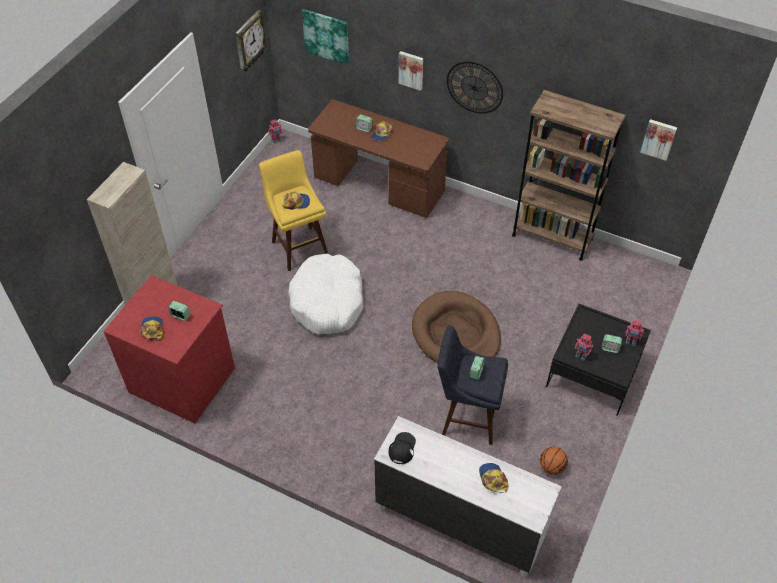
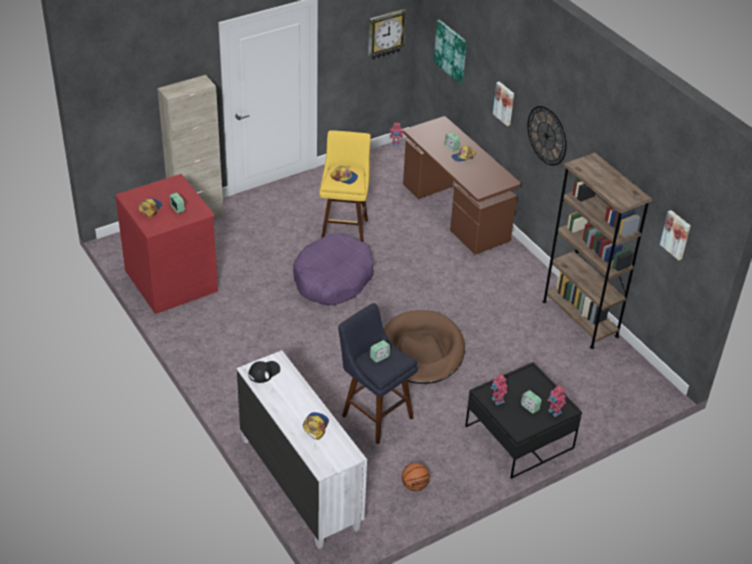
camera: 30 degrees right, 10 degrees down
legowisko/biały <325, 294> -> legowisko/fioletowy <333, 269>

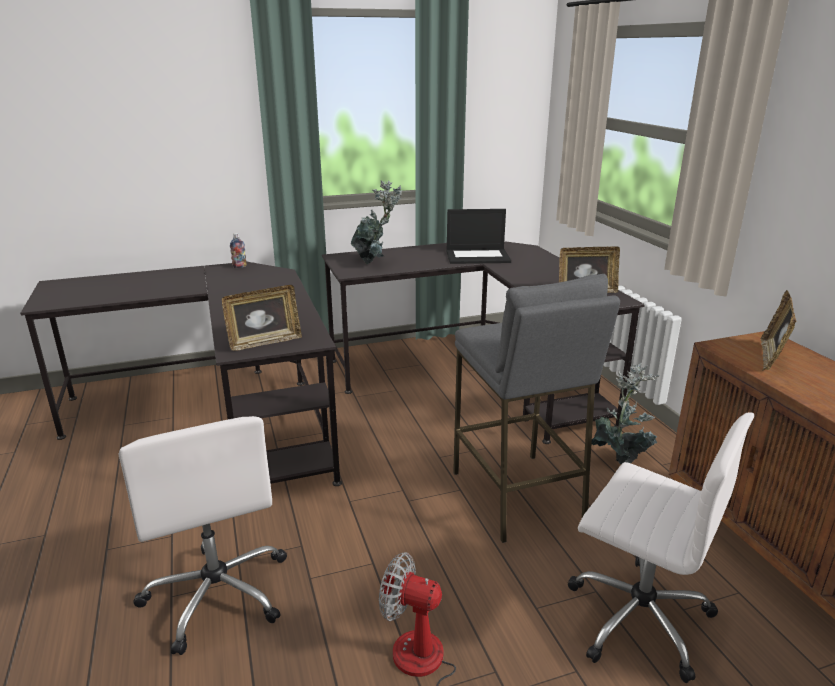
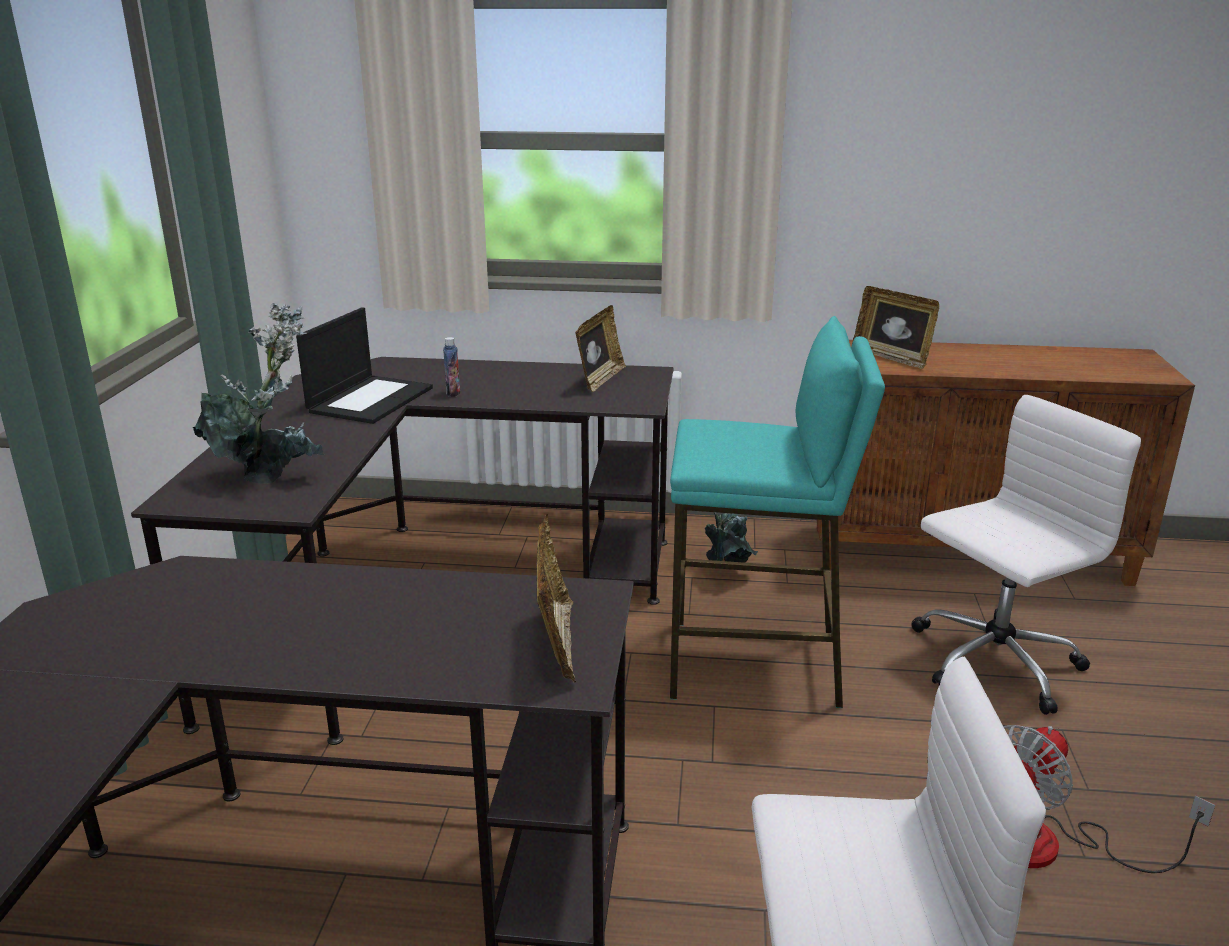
camera: 65 degrees left, 0 degrees up
butelka <238, 250> -> butelka <451, 367>, moved
stołek/szary <536, 408> -> stołek/turkusowy <777, 512>

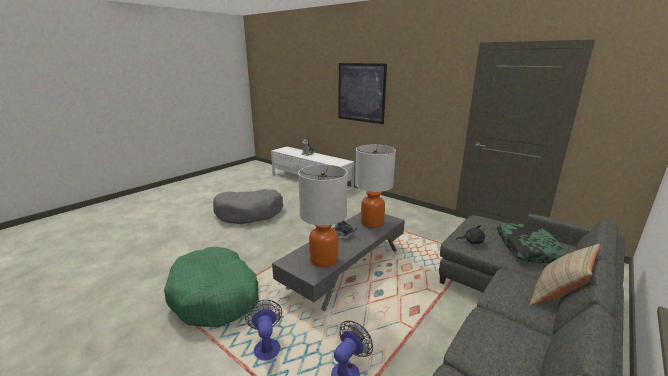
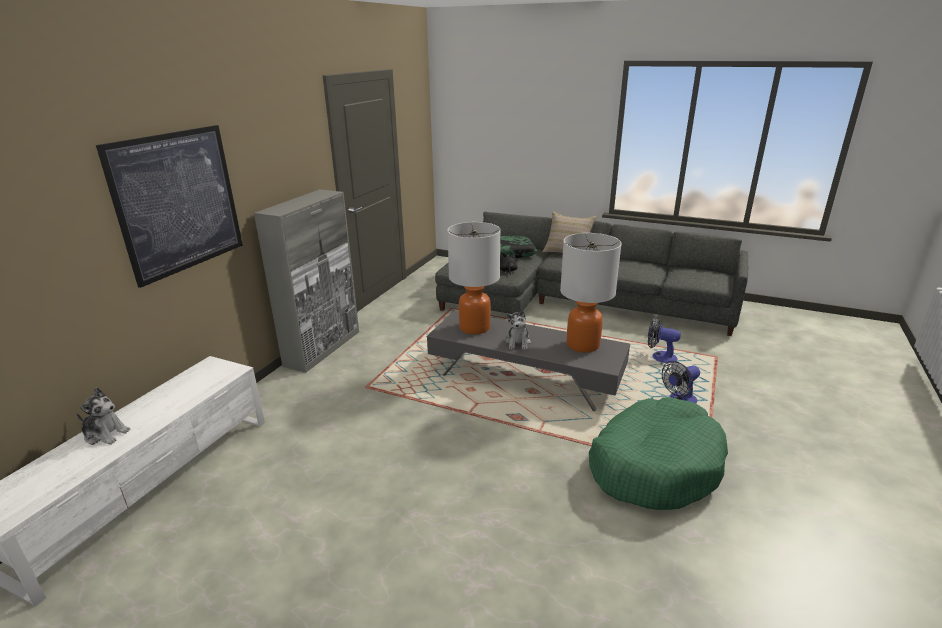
camera: 105 degrees left, 5 degrees up
none -> szafka/szary <306, 281>
legowisko/szary <248, 206> -> none

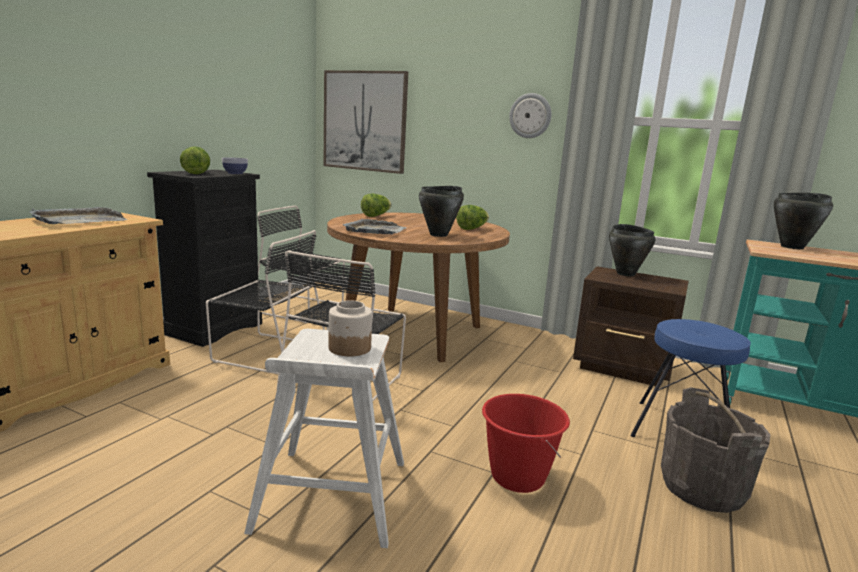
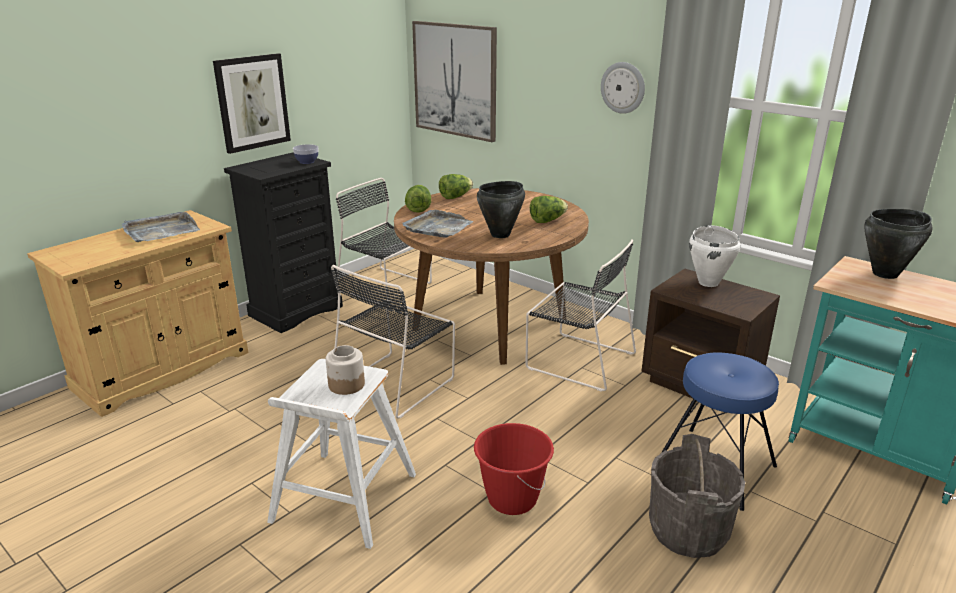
camera: 15 degrees right, 10 degrees up
none -> obraz <252, 103>
sałata <195, 160> -> sałata <418, 199>, moved
krzesło/czarny <265, 302> -> krzesło/czarny <580, 315>, moved
garnek/czarny <632, 250> -> garnek/biały <715, 256>

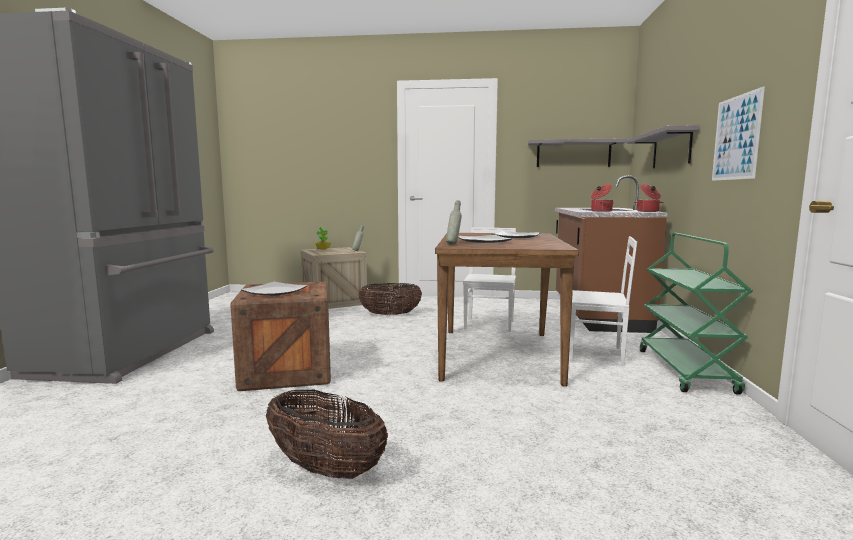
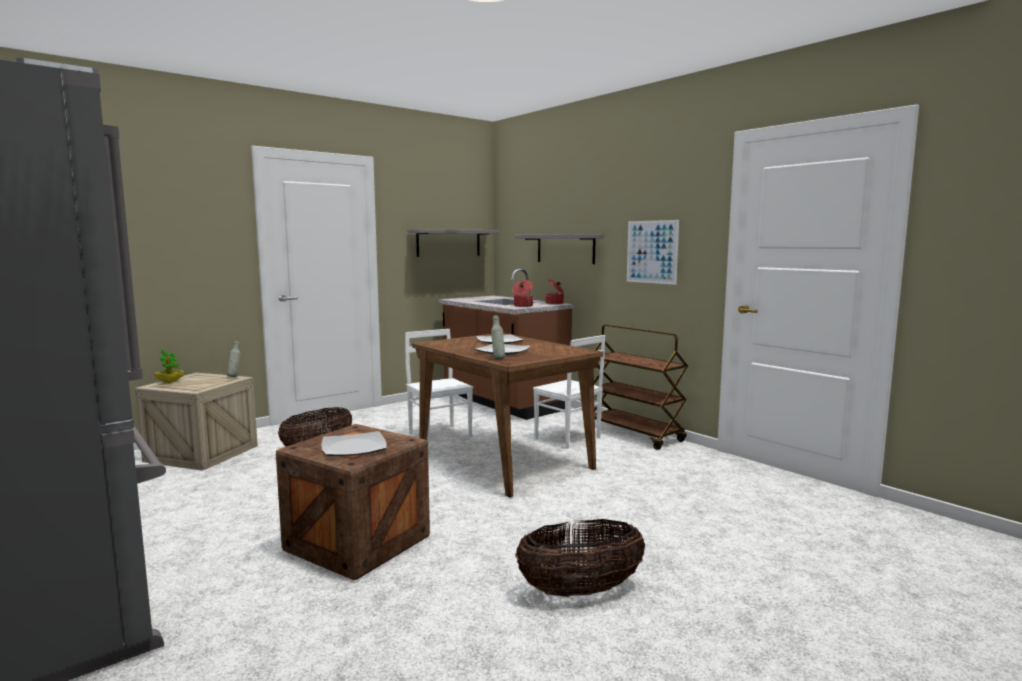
camera: 45 degrees left, 0 degrees up
krzesło/biały <603, 301> -> krzesło/biały <569, 392>, 75 degrees clockwise
wózek/zielony <696, 314> -> wózek/brązowy <641, 387>

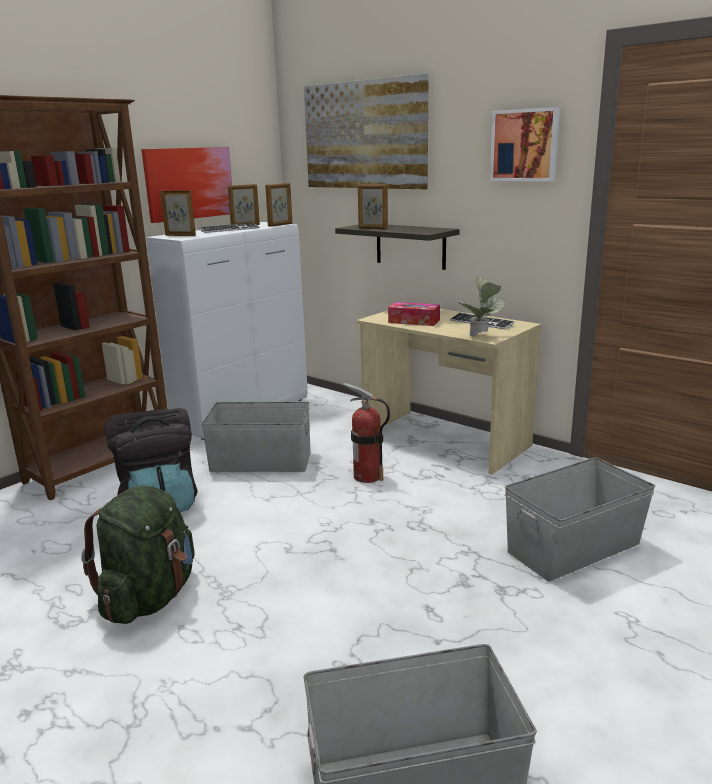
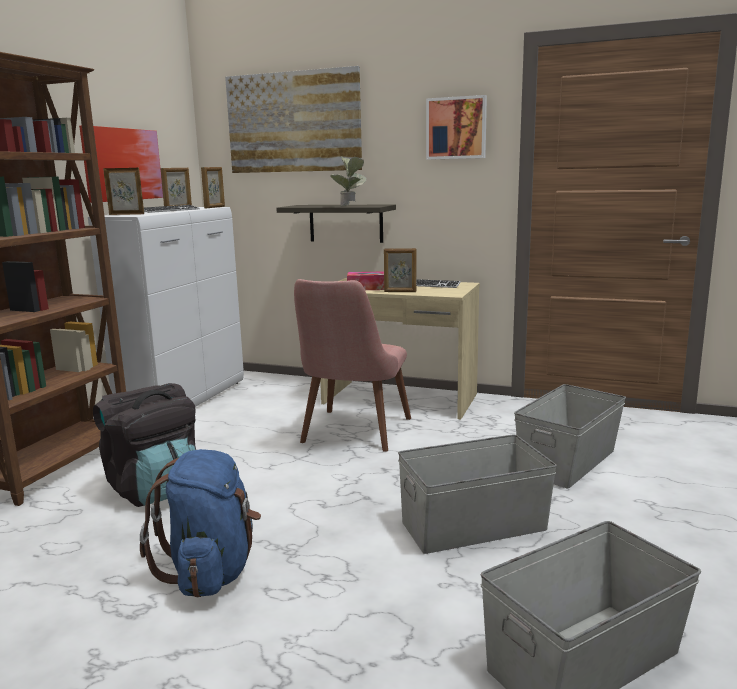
camera: 20 degrees left, 5 degrees down
plecak/zielony <138, 555> -> plecak/niebieski <200, 523>
gaśnica <366, 433> -> krzesło/różowy <352, 365>
roślina doniczkowa <481, 306> -> roślina doniczkowa <348, 181>, moved
ramka na zdjęcie <373, 206> -> ramka na zdjęcie <400, 270>, moved
pojemnik do przechowywania/szary <256, 437> -> pojemnik do przechowywania/szary <477, 494>, moved

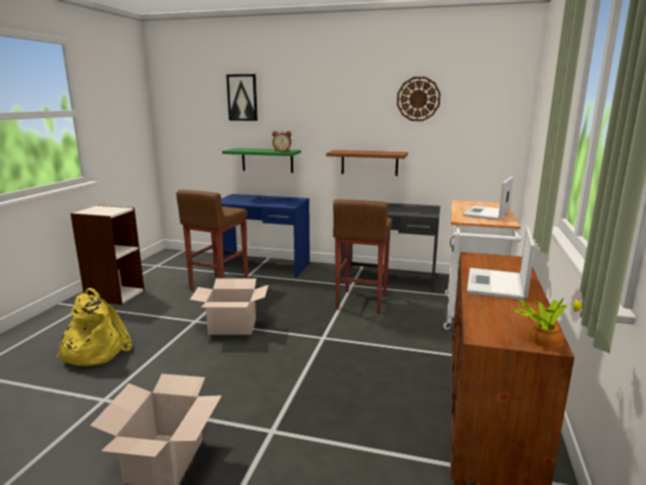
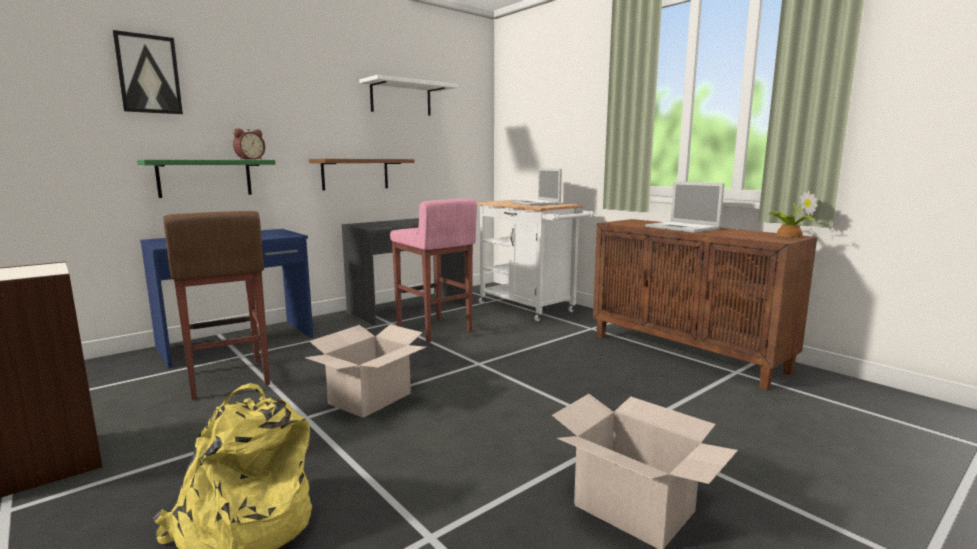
camera: 55 degrees left, 5 degrees down
zegar ścienny <419, 99> -> półka/biały <408, 95>
stołek/brązowy <362, 256> -> stołek/różowy <433, 271>

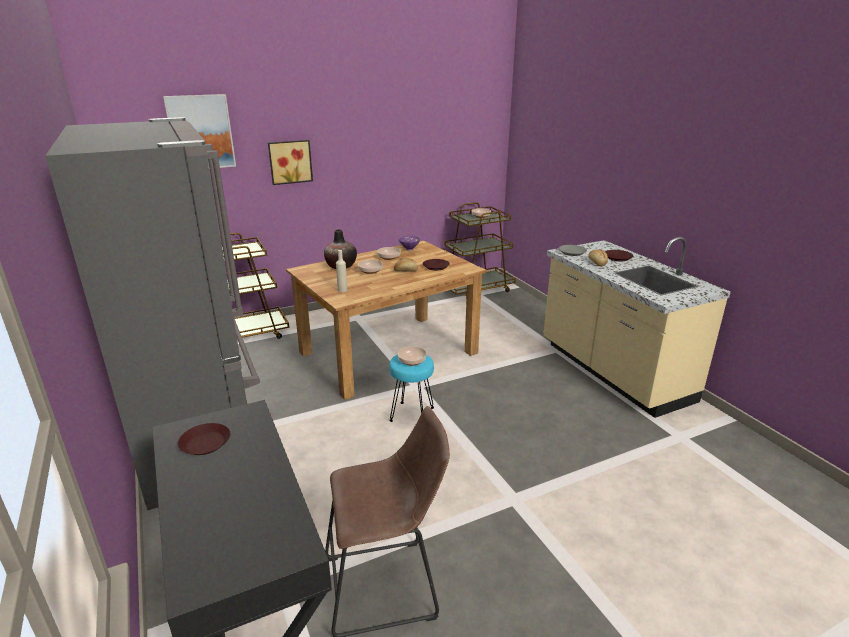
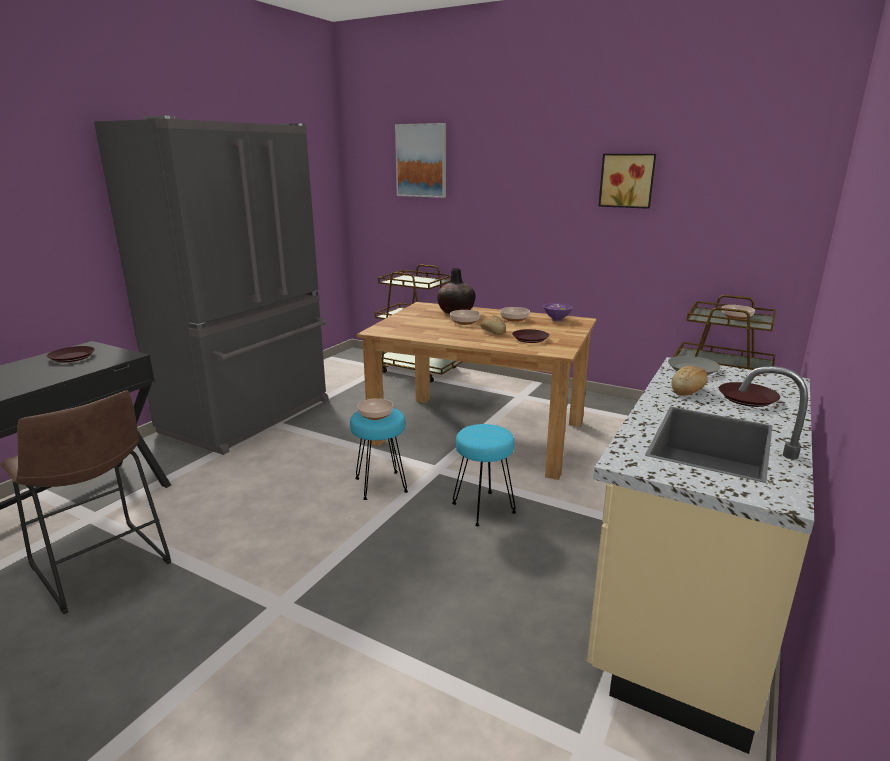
camera: 55 degrees right, 5 degrees down
none -> stołek/turkusowy <484, 475>
obraz <290, 162> -> obraz <627, 181>, moved
butelka/beżowy <341, 271> -> none

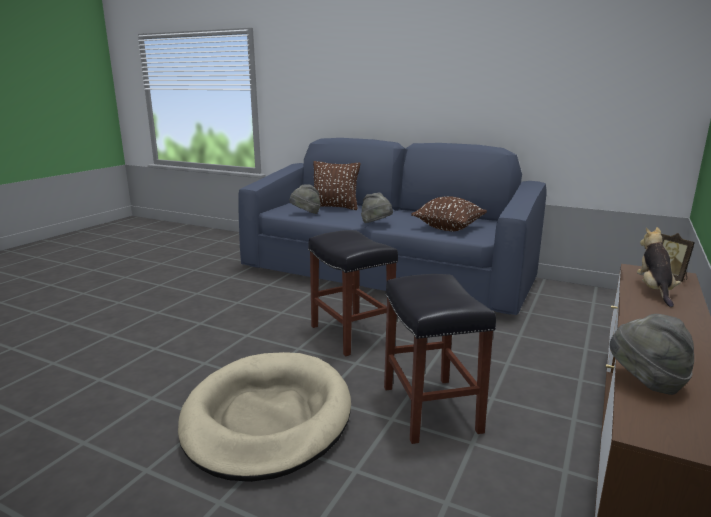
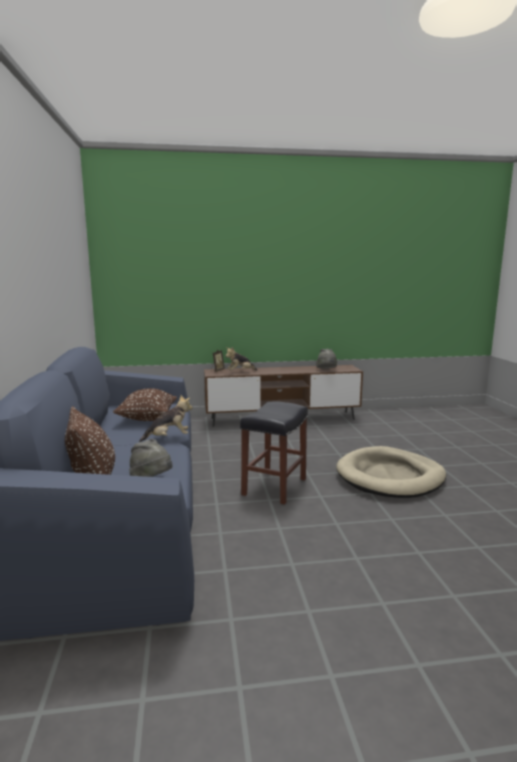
camera: 125 degrees left, 5 degrees down
kapelusz/szary <377, 208> -> pluszak <166, 418>
stołek/czarny <440, 359> -> none

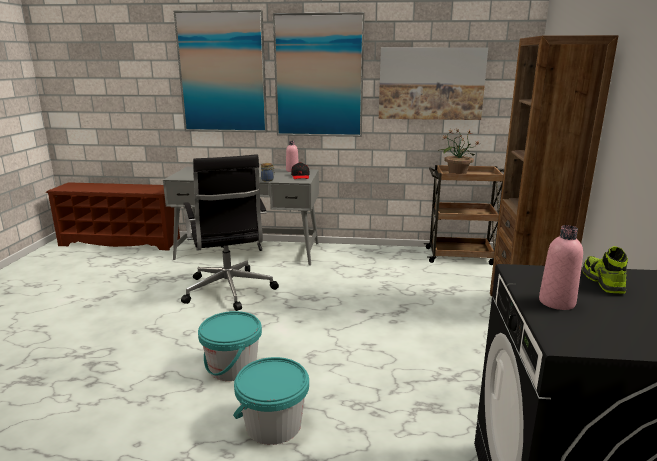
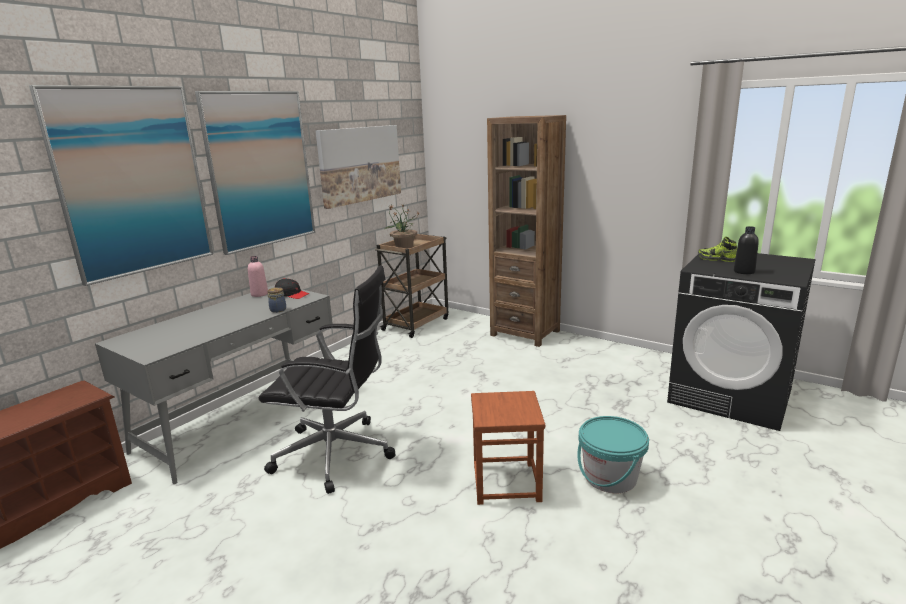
camera: 60 degrees left, 0 degrees up
wiadro/turkusowy <230, 346> -> stołek/brązowy <508, 448>
butelka/różowy <561, 267> -> butelka/czarny <746, 250>

